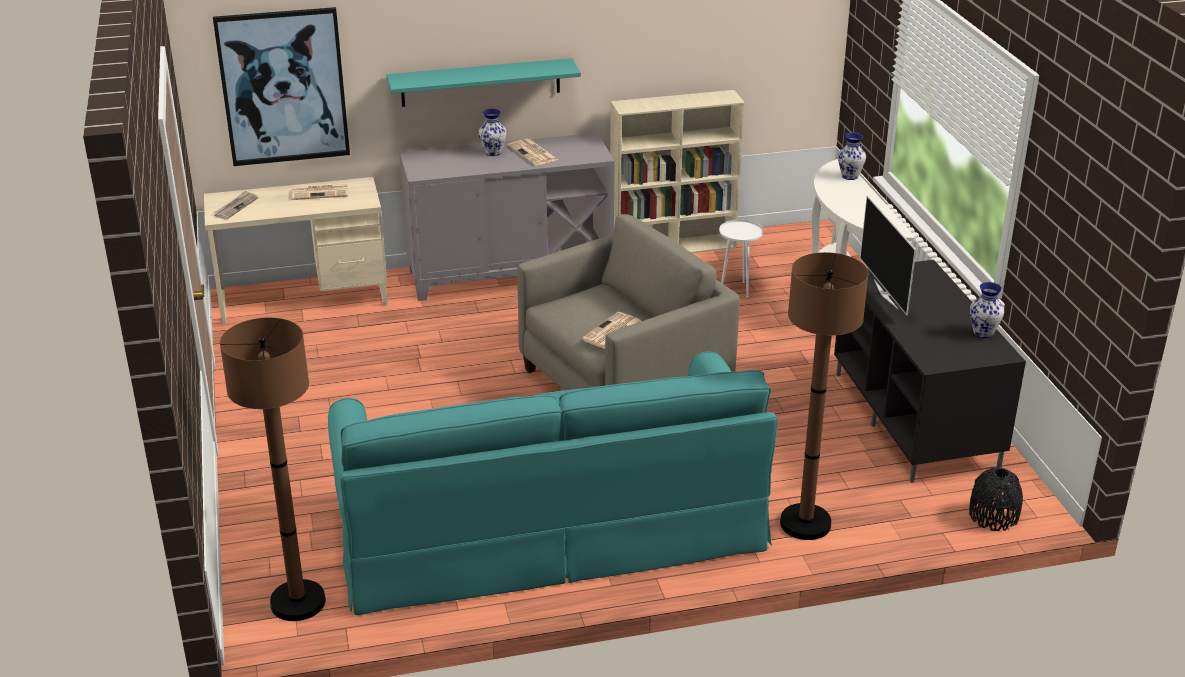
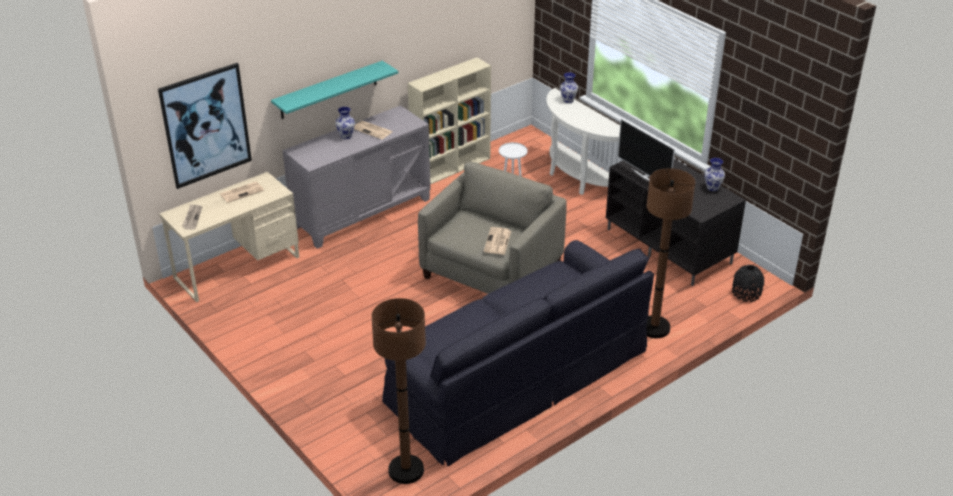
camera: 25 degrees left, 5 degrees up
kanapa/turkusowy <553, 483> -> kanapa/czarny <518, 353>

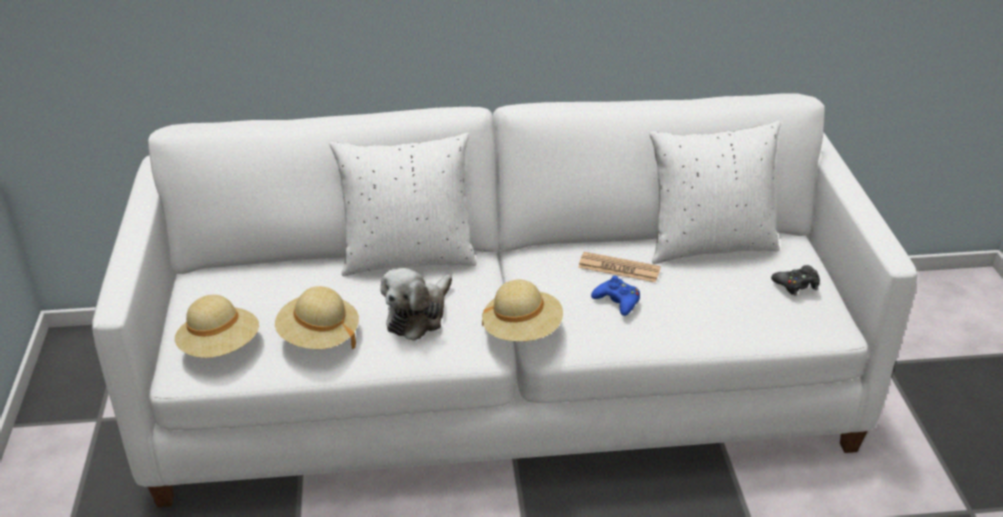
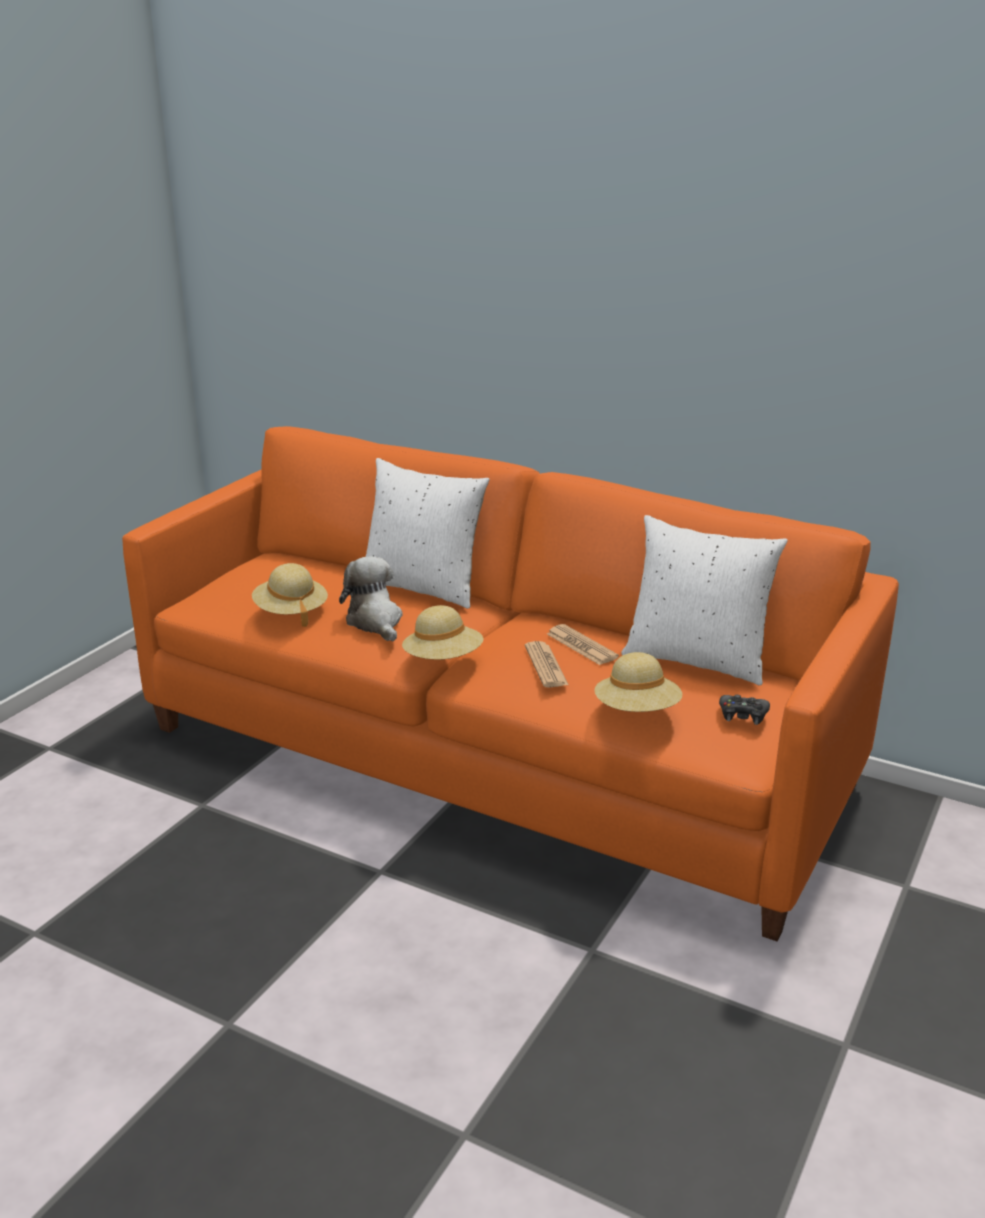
camera: 35 degrees right, 10 degrees down
kanapa/biały <504, 300> -> kanapa/pomarańczowy <510, 684>
pluszak <416, 304> -> pluszak <371, 599>, 90 degrees clockwise
pad do gier/niebieski <615, 296> -> gazeta <546, 664>
kapelusz/beżowy <217, 326> -> kapelusz/beżowy <638, 682>, moved

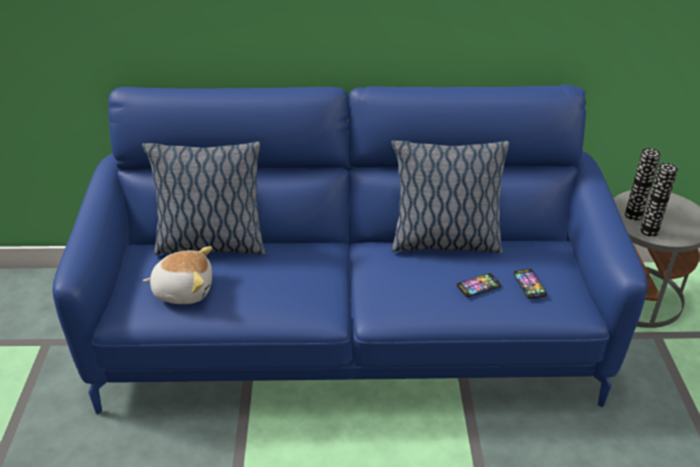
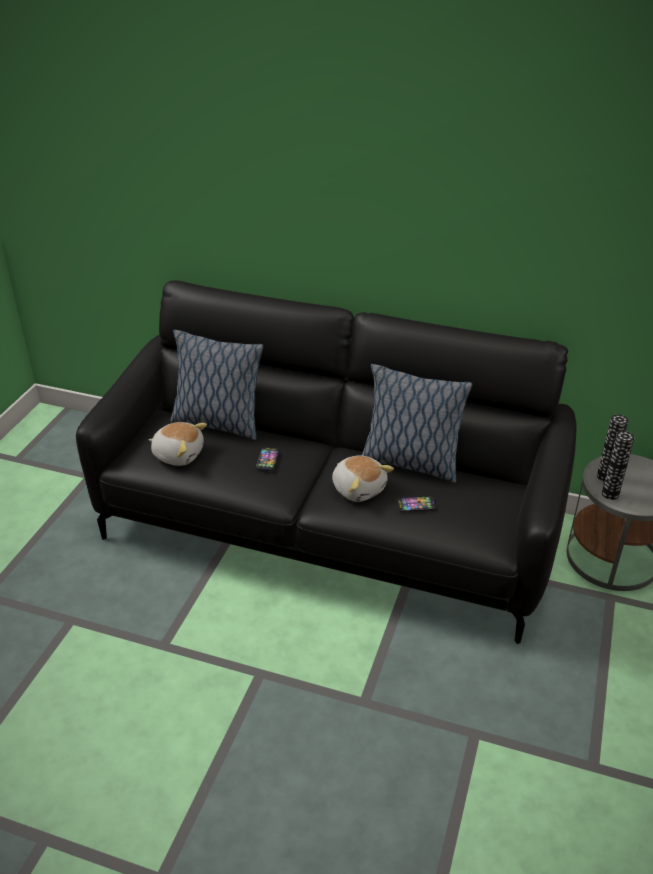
camera: 20 degrees right, 0 degrees up
kanapa/niebieski <350, 249> -> kanapa/czarny <326, 462>
telefon <530, 284> -> telefon <267, 459>, moved
none -> pluszak <363, 478>

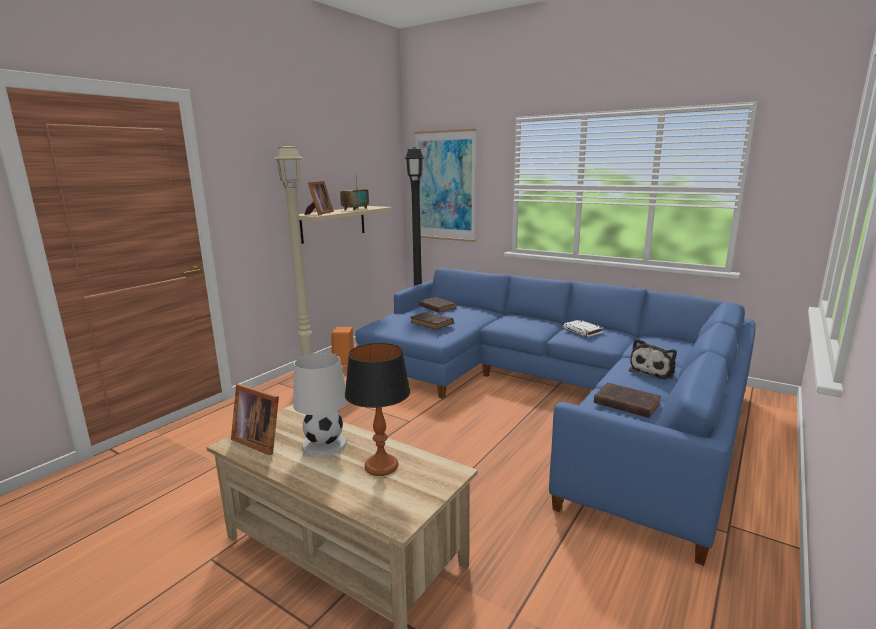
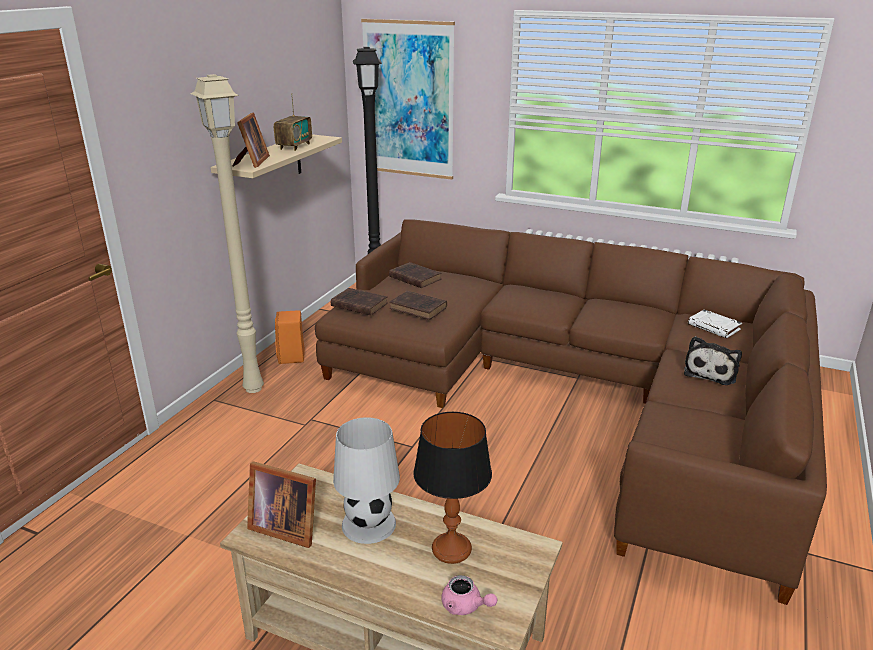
camera: 10 degrees left, 10 degrees up
kanapa/niebieski <555, 417> -> kanapa/brązowy <571, 412>
książka/brązowy <627, 400> -> książka/brązowy <359, 301>, moved
none -> imbryk/różowy <469, 595>
książka/biały <583, 328> -> książka/biały <715, 324>, moved

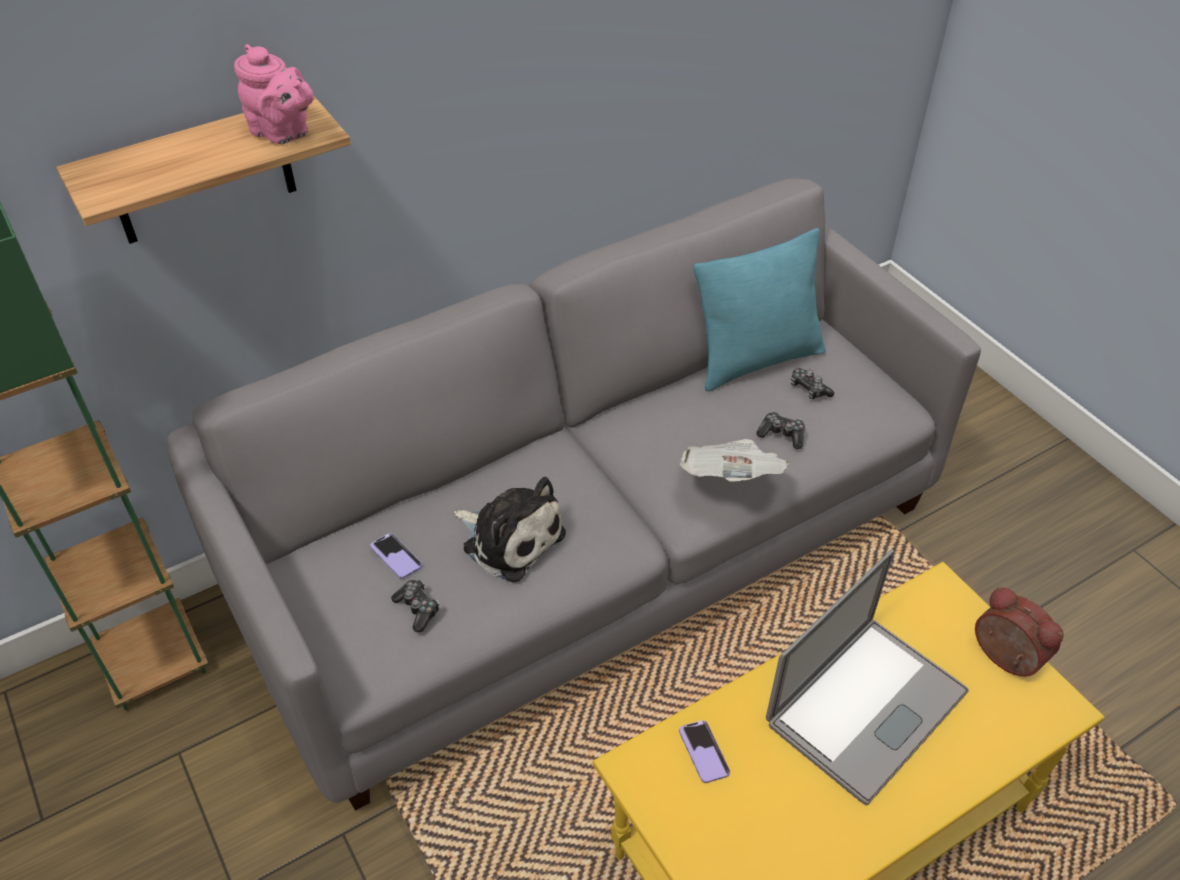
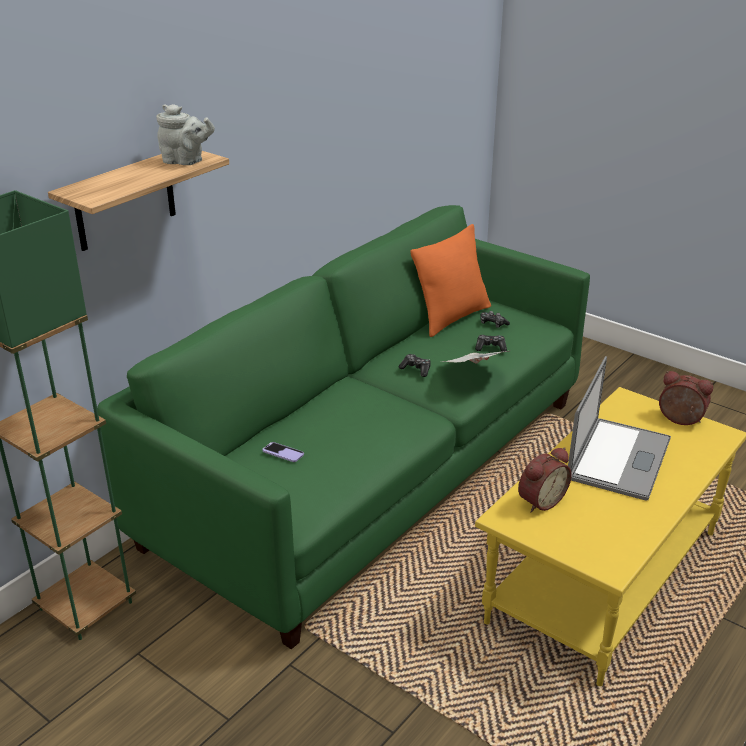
camera: 20 degrees left, 15 degrees down
kanapa/szary <573, 494> -> kanapa/zielony <343, 427>
imbryk/różowy <274, 94> -> imbryk/szary <185, 134>
pad do gier <415, 606> -> pad do gier <415, 365>, moved
poduszka/turkusowy <759, 309> -> poduszka/pomarańczowy <450, 280>
telefon <704, 751> -> budzik <545, 480>
pluszak <510, 529> -> none

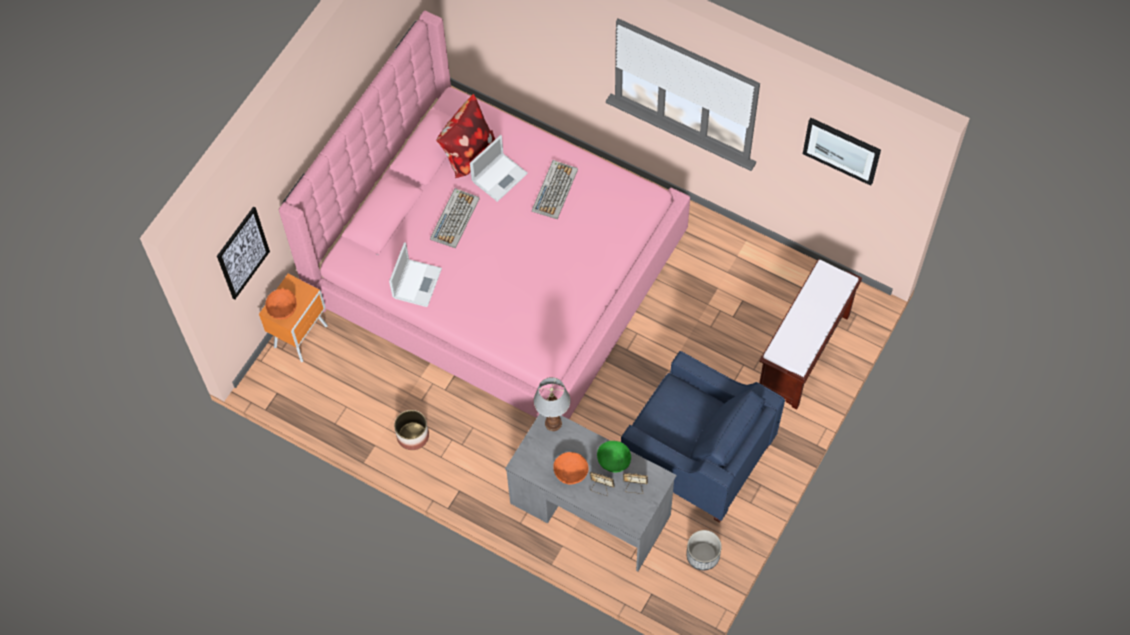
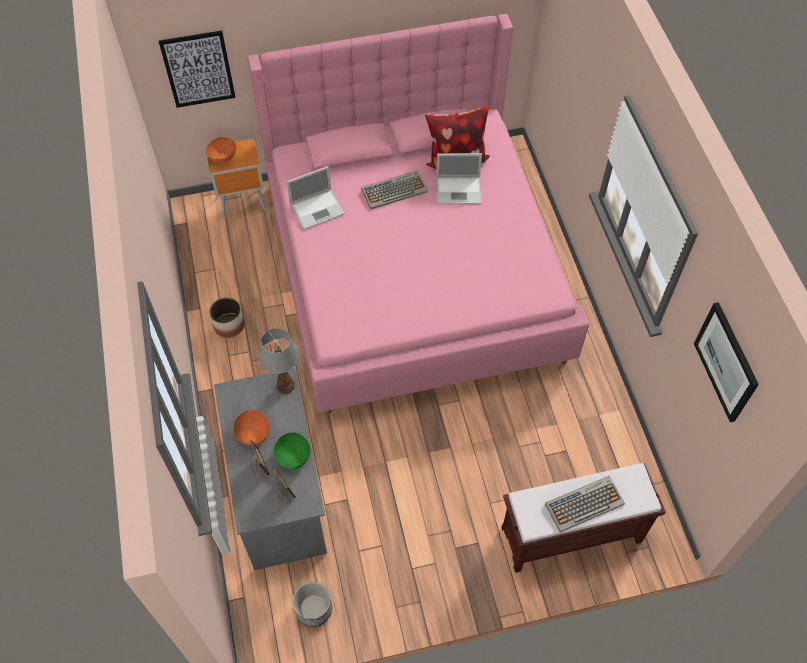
camera: 45 degrees right, 5 degrees down
klawiatura <555, 189> -> klawiatura <585, 504>, moved
fotel/niebieski <703, 437> -> none

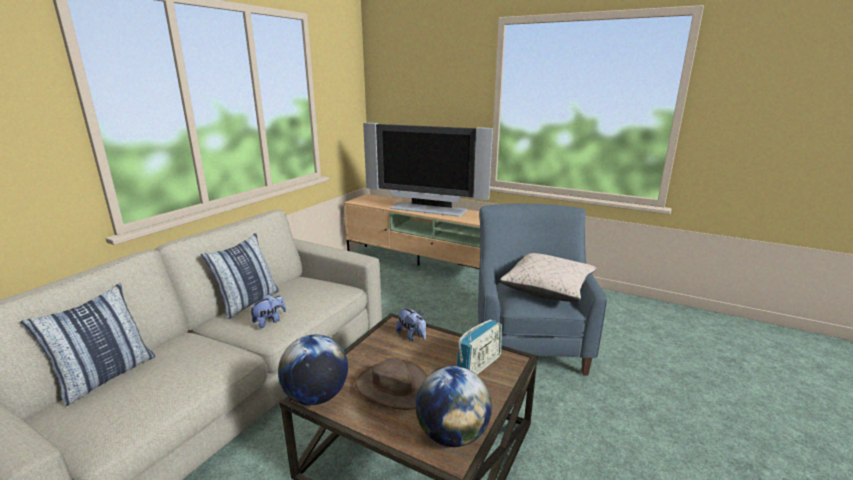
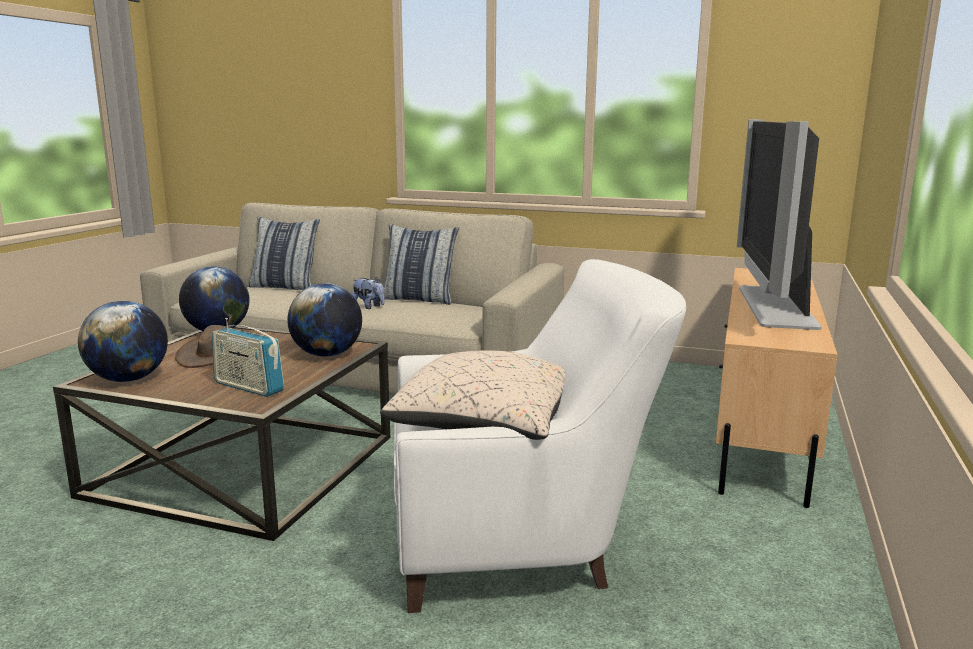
camera: 80 degrees right, 5 degrees down
pluszak <411, 324> -> globus <325, 320>
fotel/niebieski <542, 289> -> fotel/biały <540, 436>

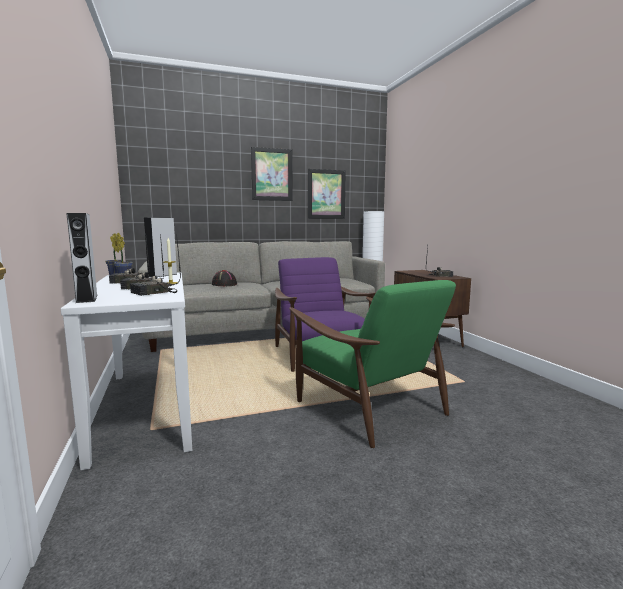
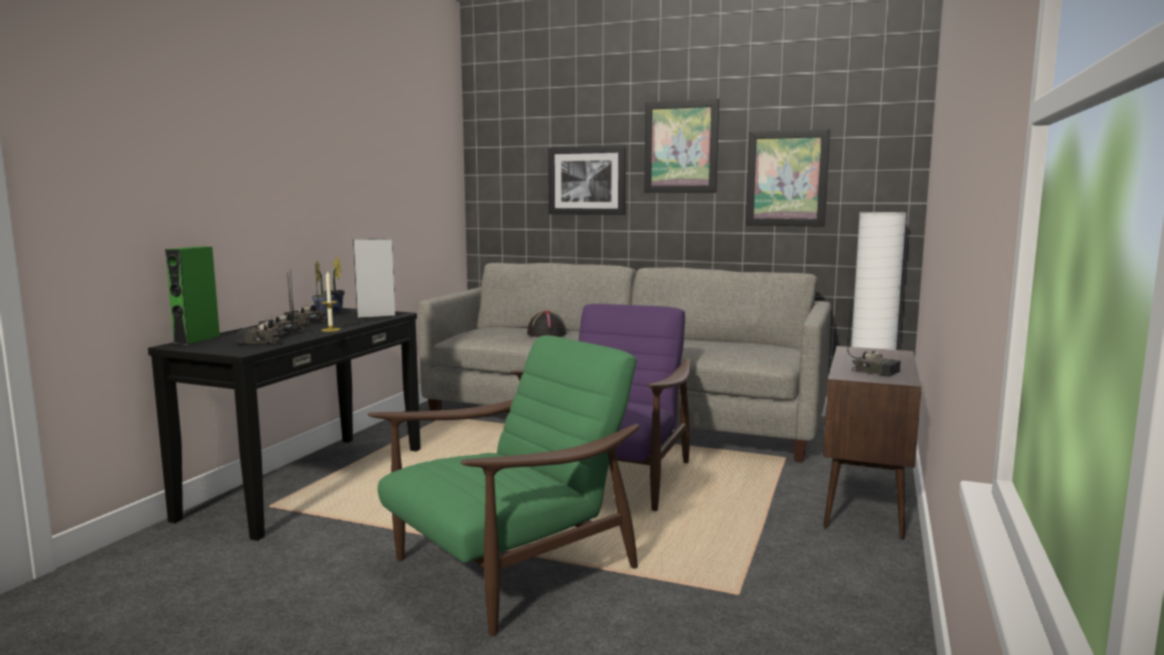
camera: 40 degrees right, 0 degrees up
stolik konsolowy/biały <126, 371> -> stolik konsolowy/czarny <284, 424>
głośnik/szary <82, 258> -> głośnik/zielony <192, 295>
fotel/zielony <372, 364> -> fotel/zielony <503, 485>, 135 degrees counterclockwise
none -> obraz <587, 180>

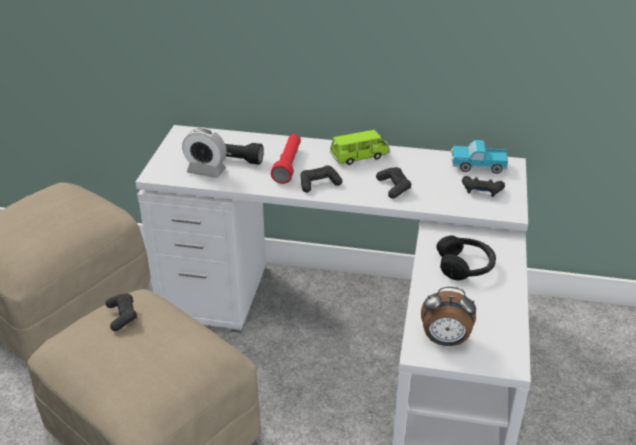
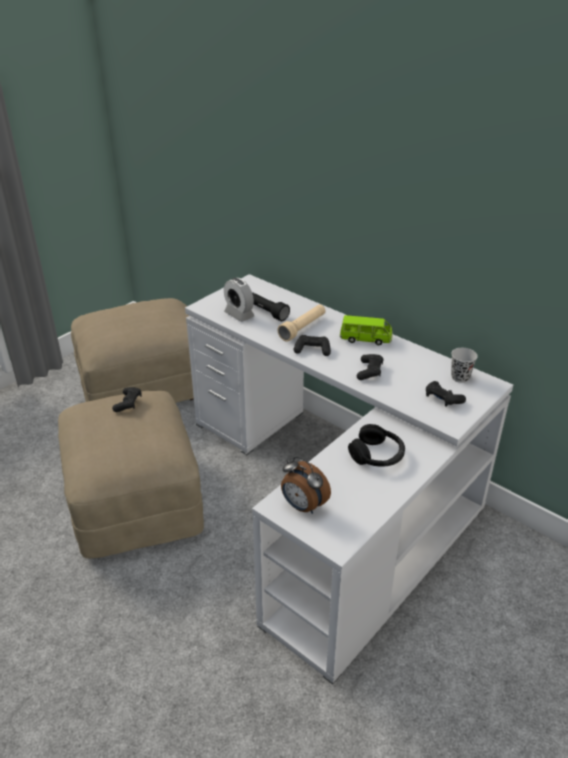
camera: 30 degrees right, 0 degrees up
latarka/czerwony <286, 159> -> latarka/beżowy <301, 323>
ciężarówka zabawkowa <479, 157> -> filiżanka/czarny <464, 365>

